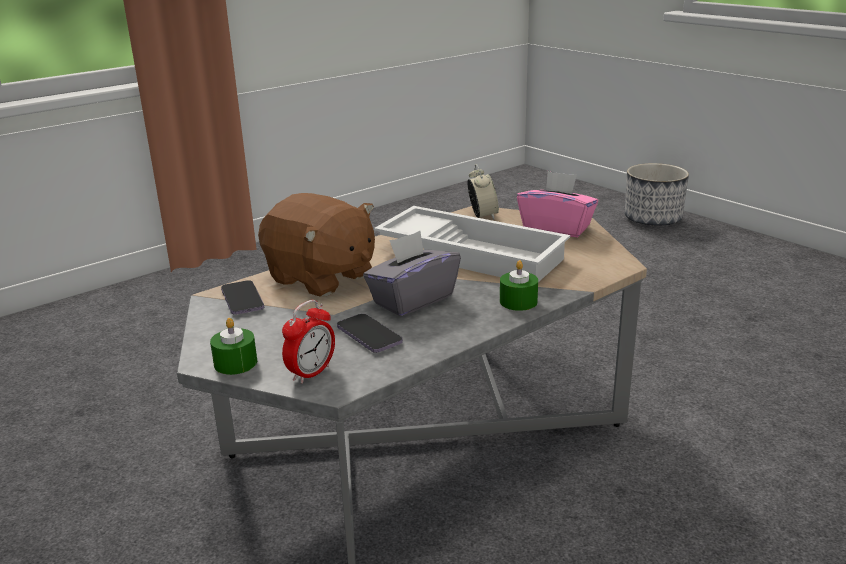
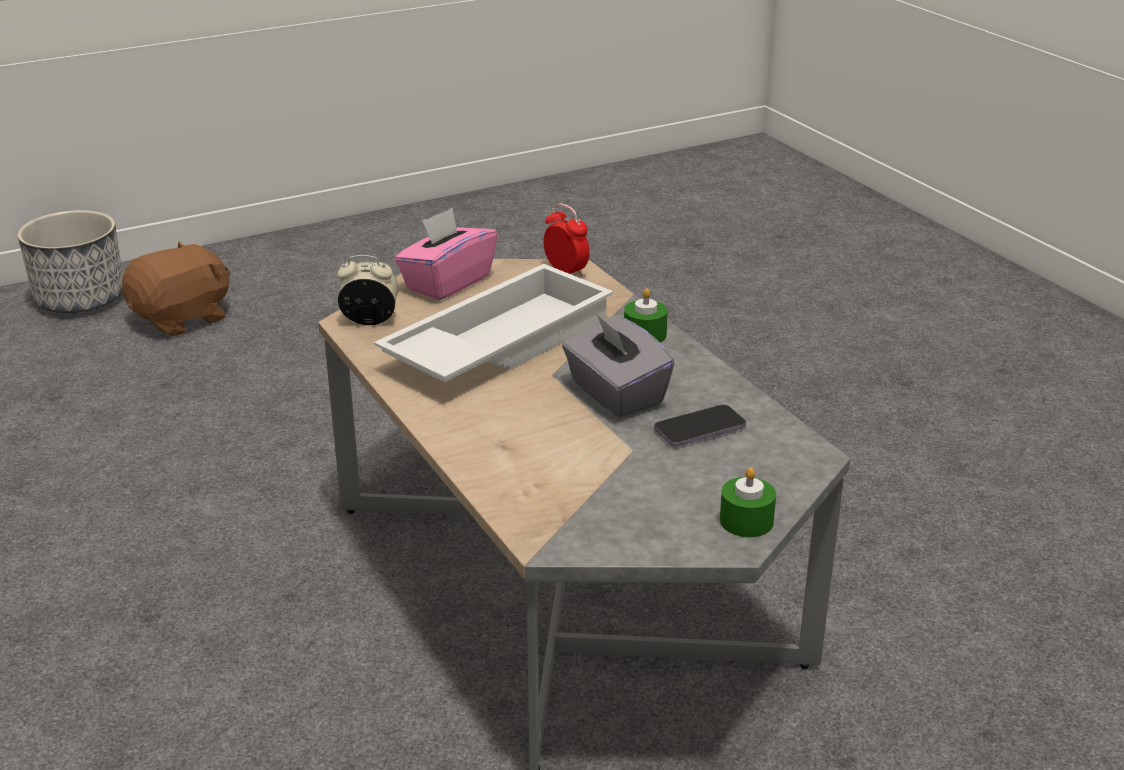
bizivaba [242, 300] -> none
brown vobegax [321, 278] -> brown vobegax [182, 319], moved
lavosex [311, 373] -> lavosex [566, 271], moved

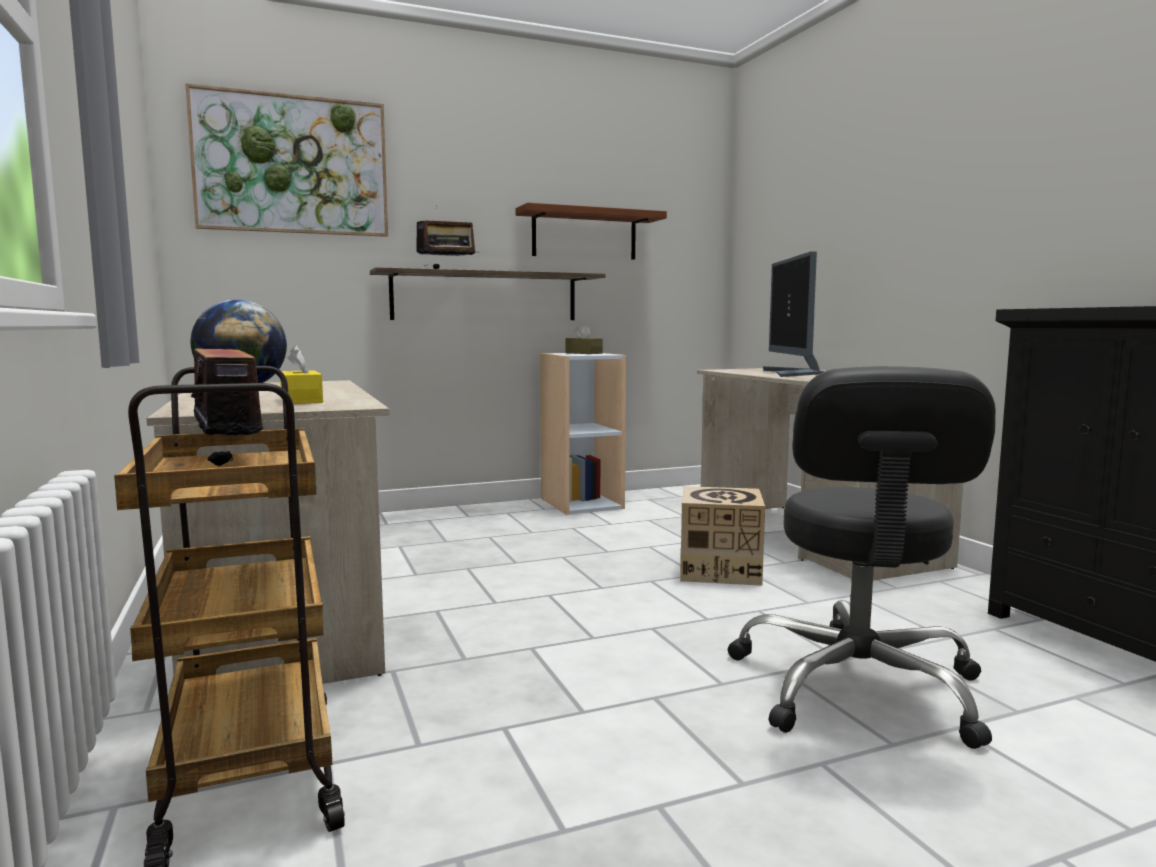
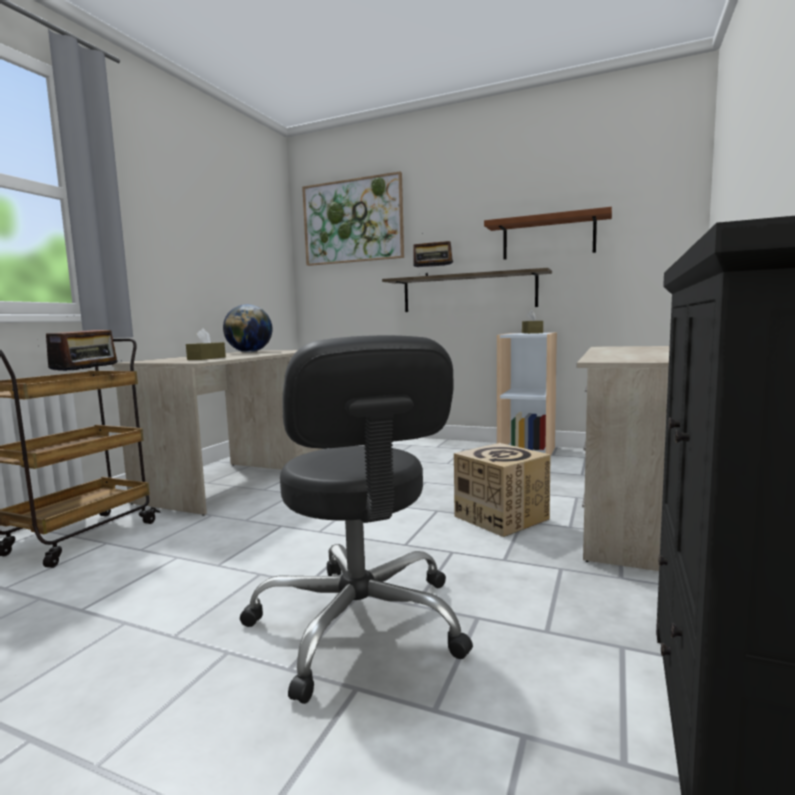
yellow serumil [301, 400] -> brown serumil [206, 358]
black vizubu [858, 693] -> black vizubu [361, 629], 75 degrees counterclockwise
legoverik [792, 373] -> none

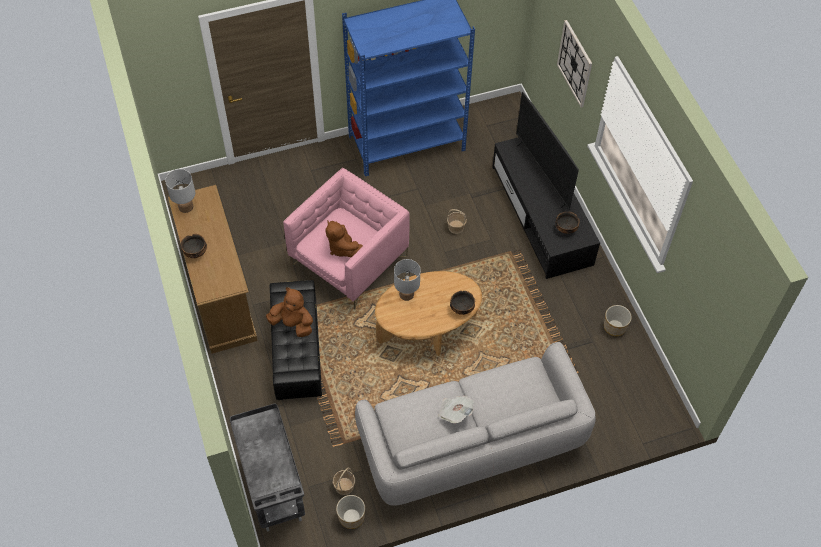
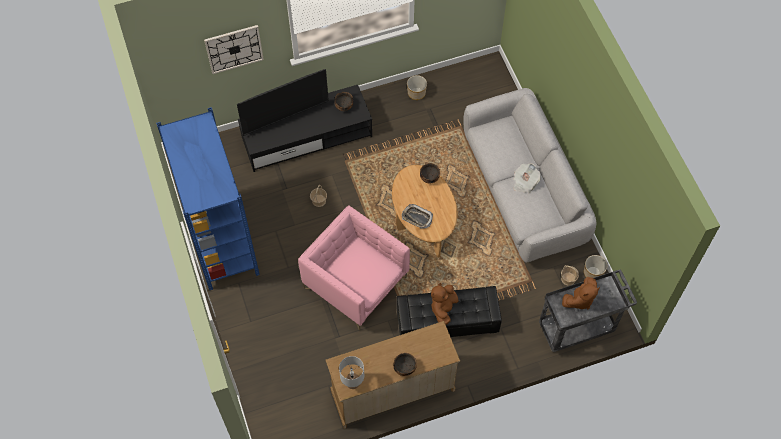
brown vobegax [342, 248] -> brown vobegax [580, 300], moved
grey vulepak [406, 294] -> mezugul [417, 217]

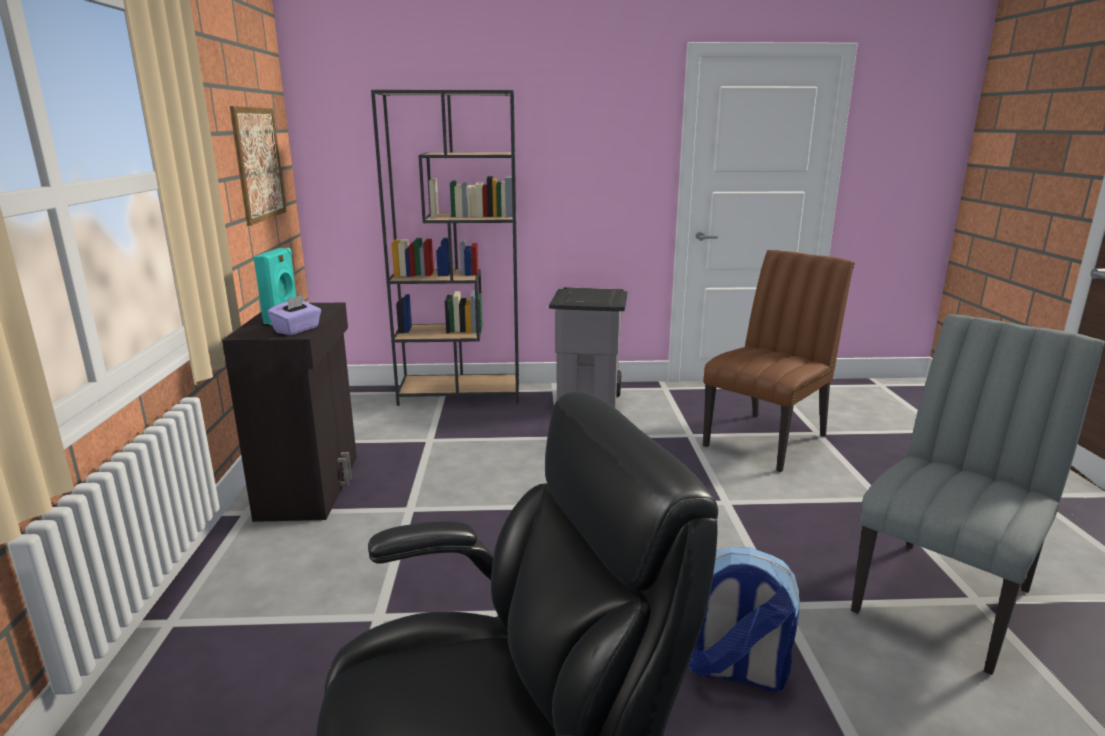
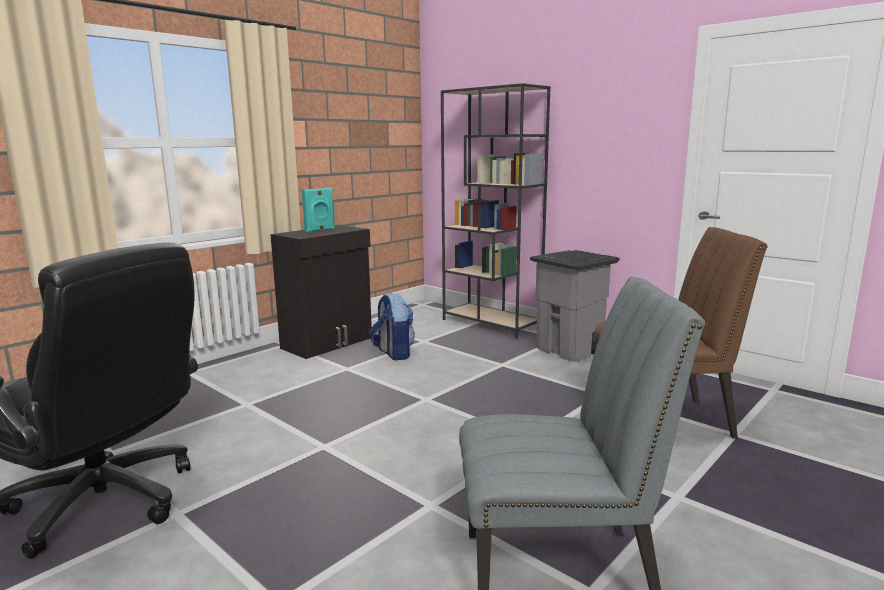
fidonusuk [258, 162] -> none
purple serumil [297, 330] -> none
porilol [734, 670] -> porilol [393, 353], moved

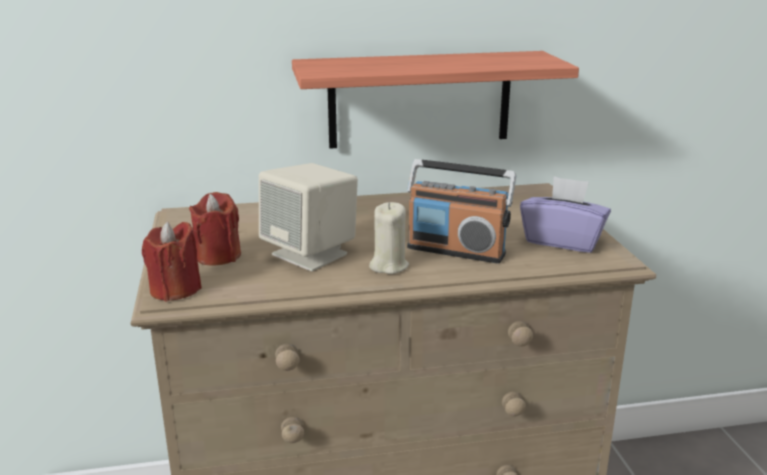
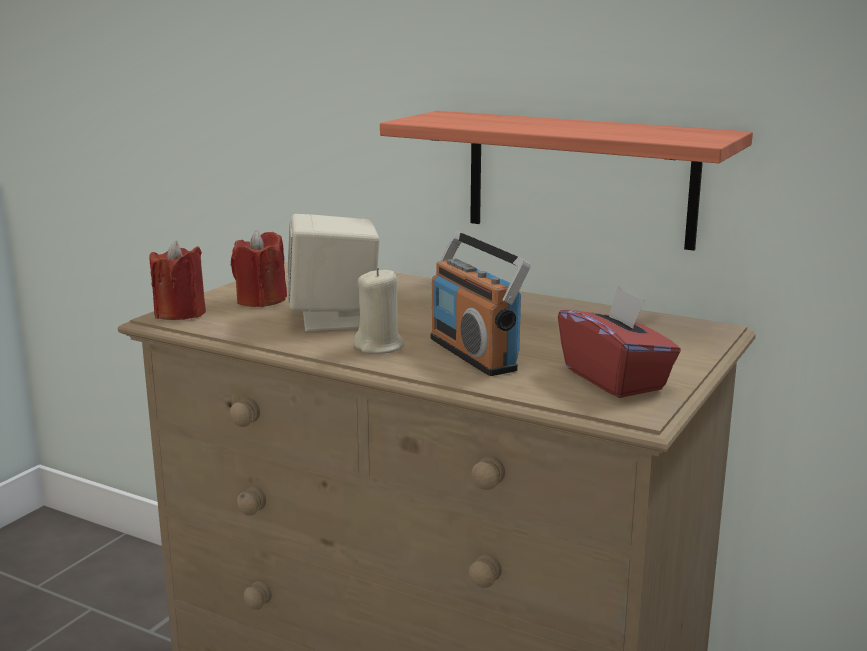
purple serumil [562, 241] -> red serumil [615, 379]

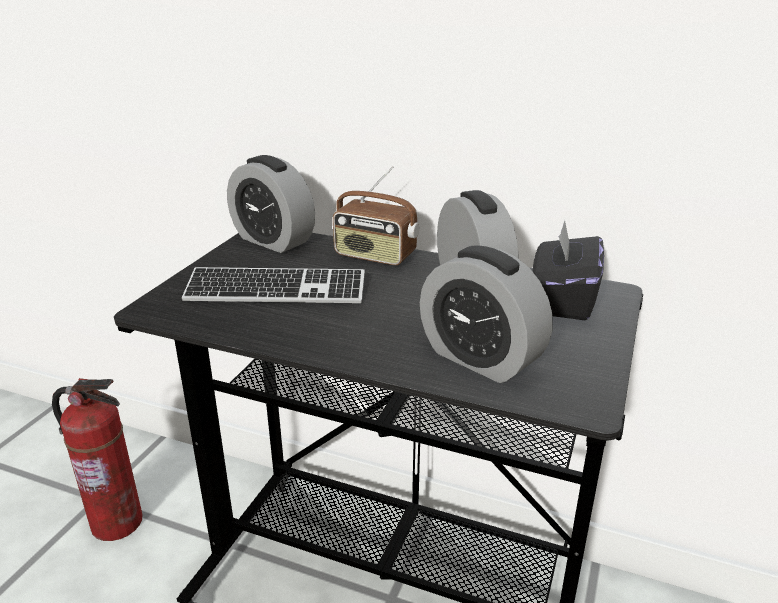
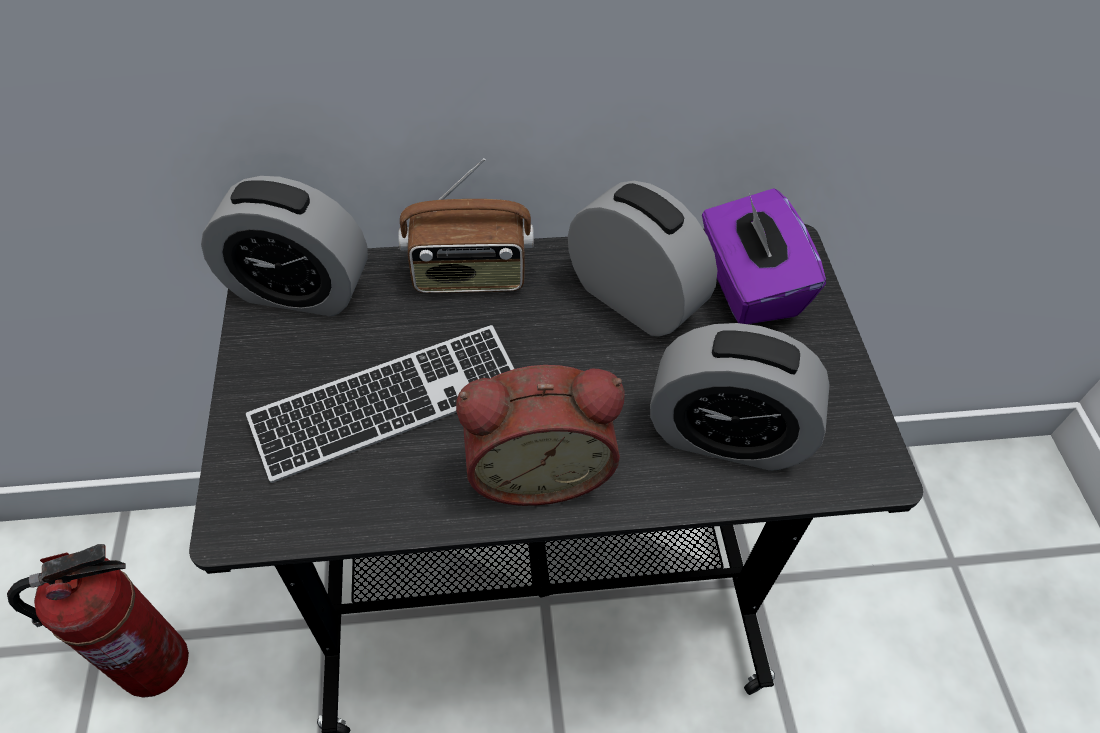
black serumil [562, 300] -> purple serumil [748, 285]
none -> lavosex [537, 467]

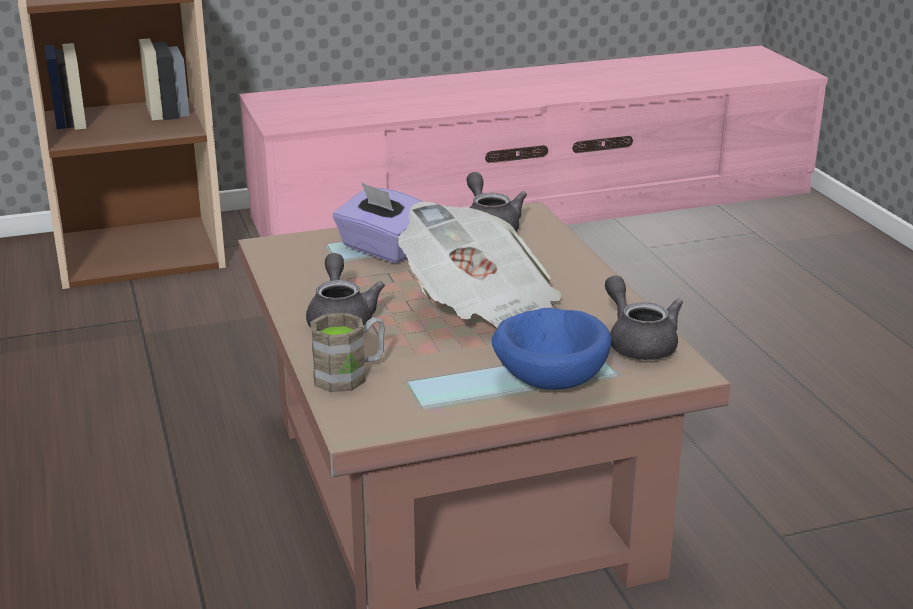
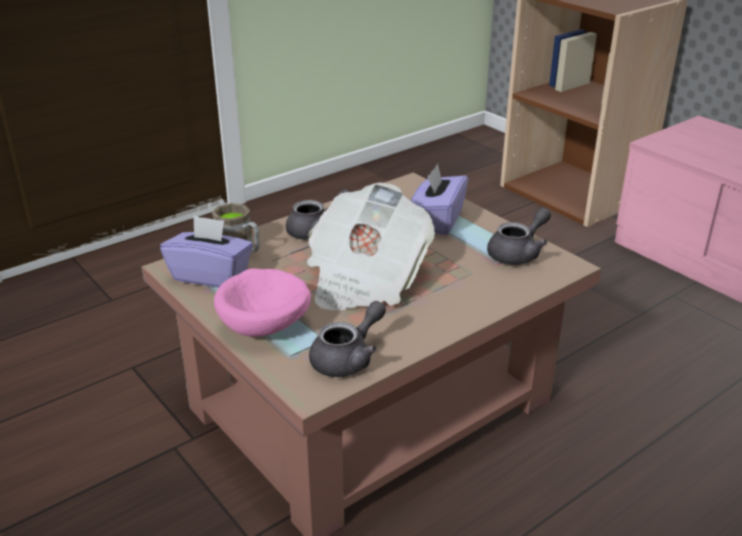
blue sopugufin [551, 378] -> pink sopugufin [267, 326]
none -> purple serumil [211, 275]

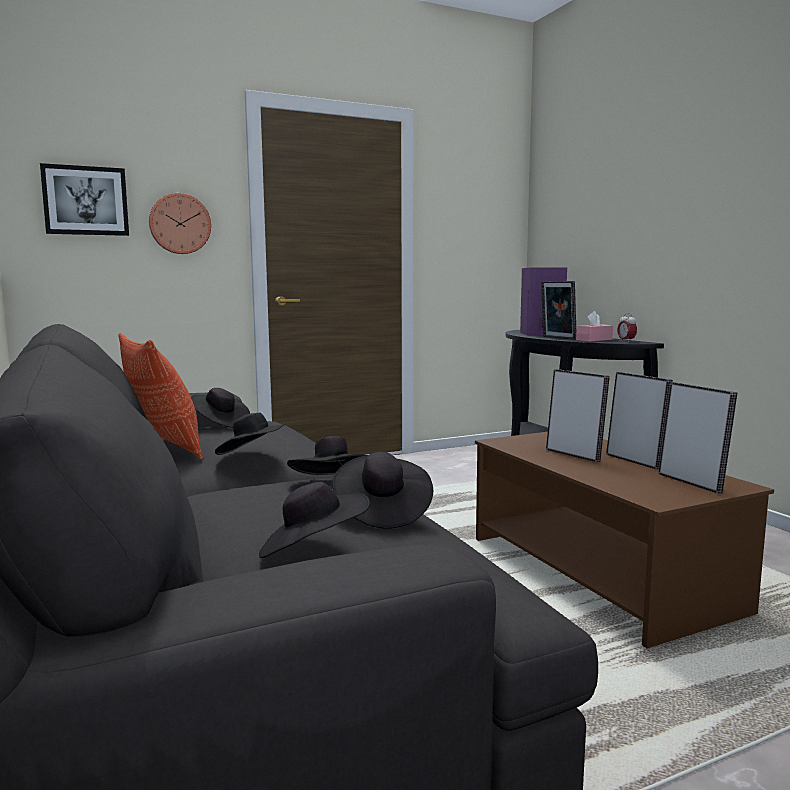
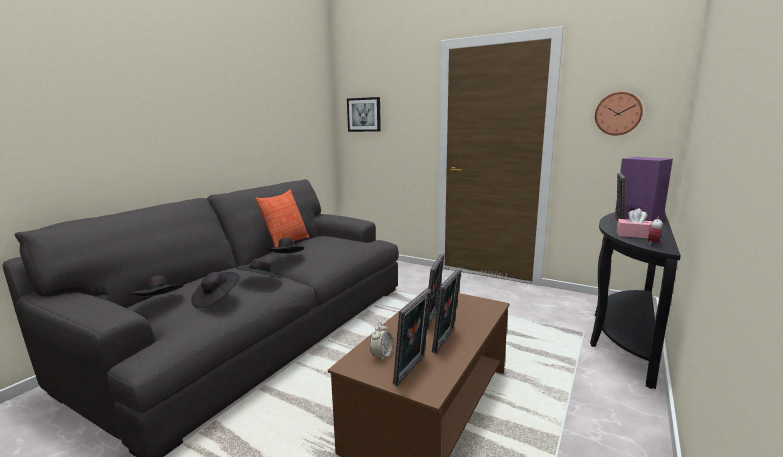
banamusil [179, 224] -> banamusil [618, 113], moved
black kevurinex [220, 425] -> none
none -> lavosex [381, 355]

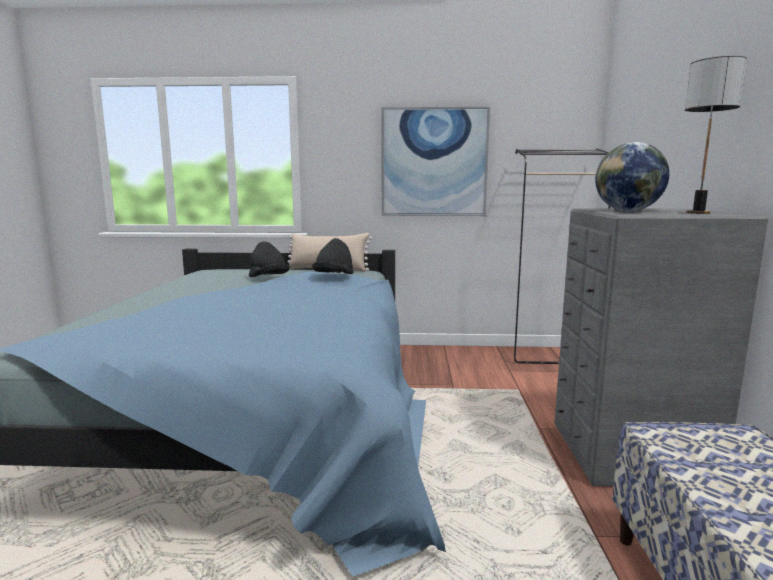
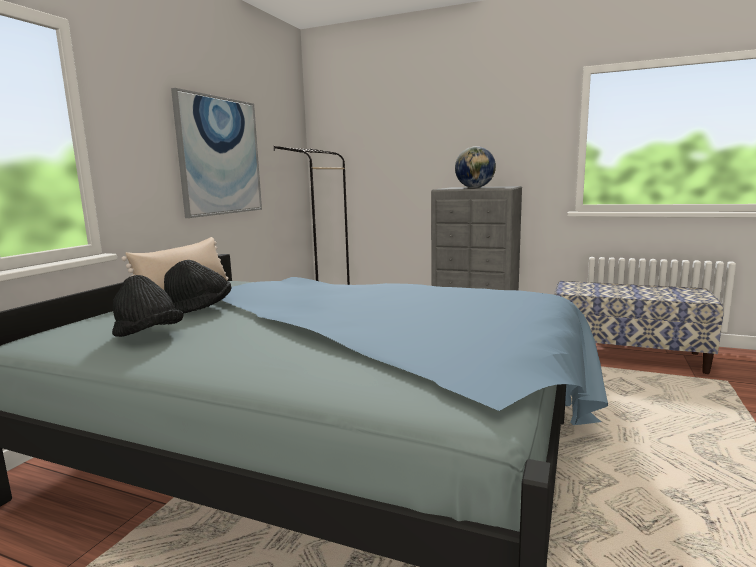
black kevurinex [334, 276] -> black kevurinex [148, 336], moved
vulepak [697, 213] -> none

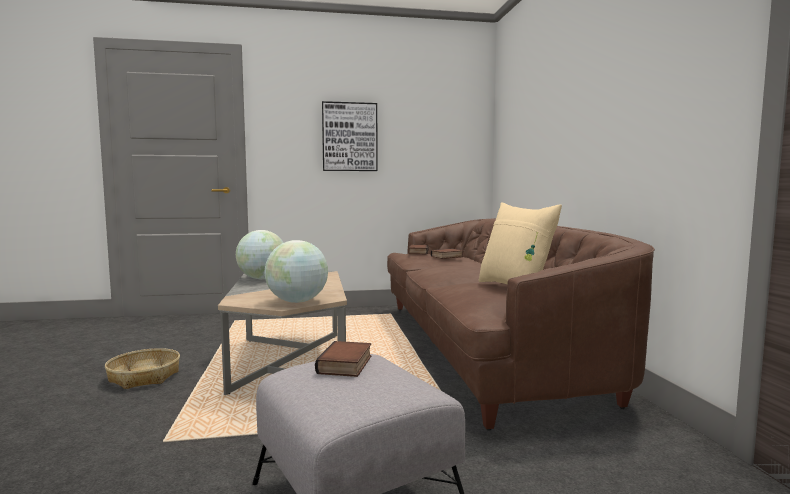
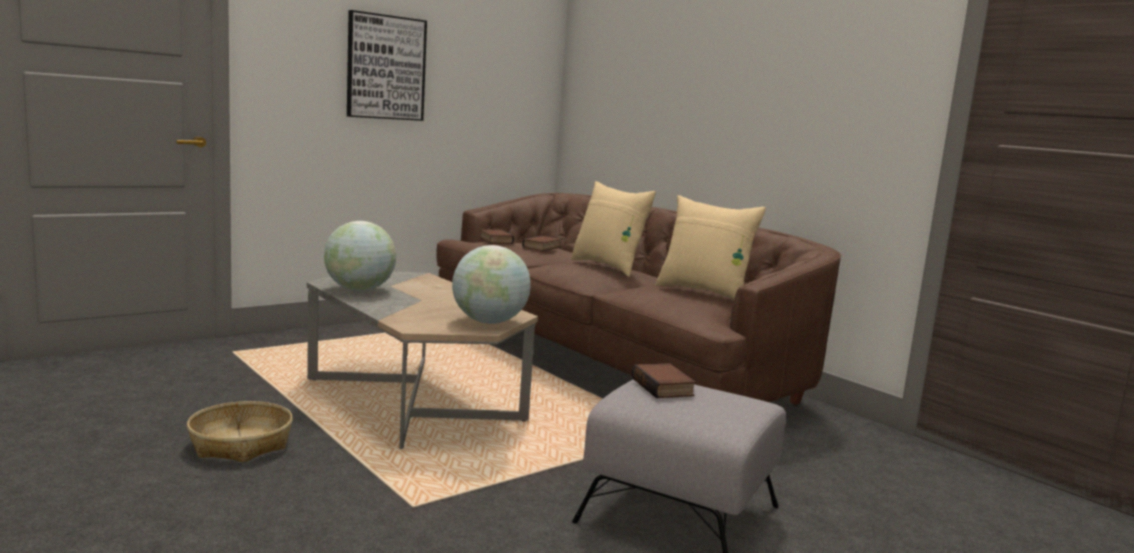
none -> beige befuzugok [607, 267]

